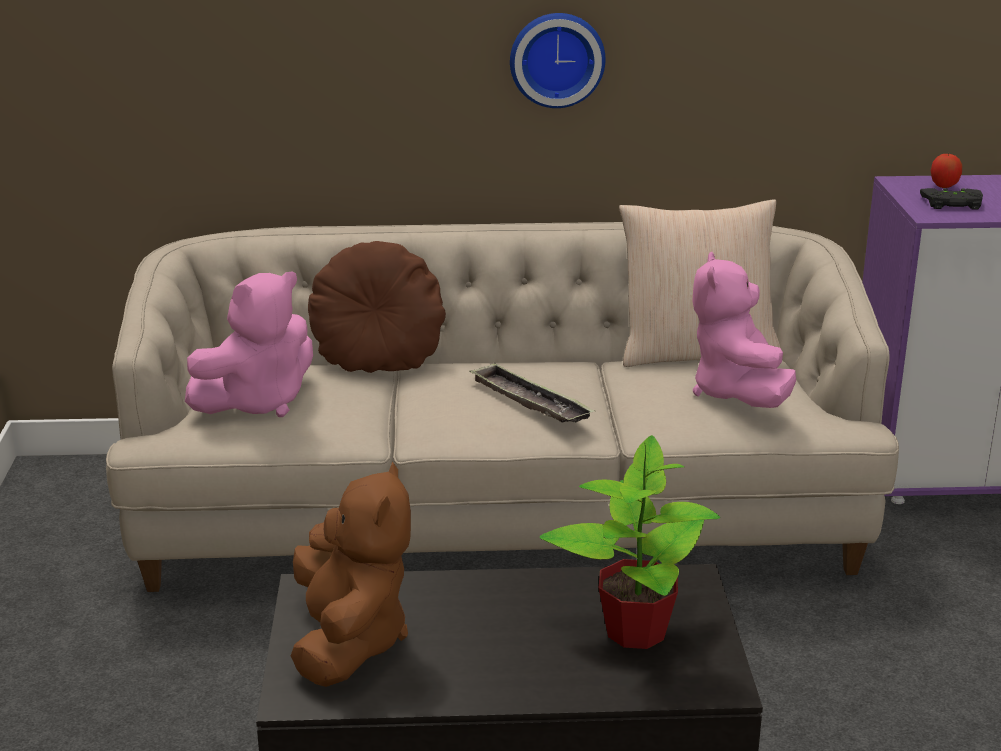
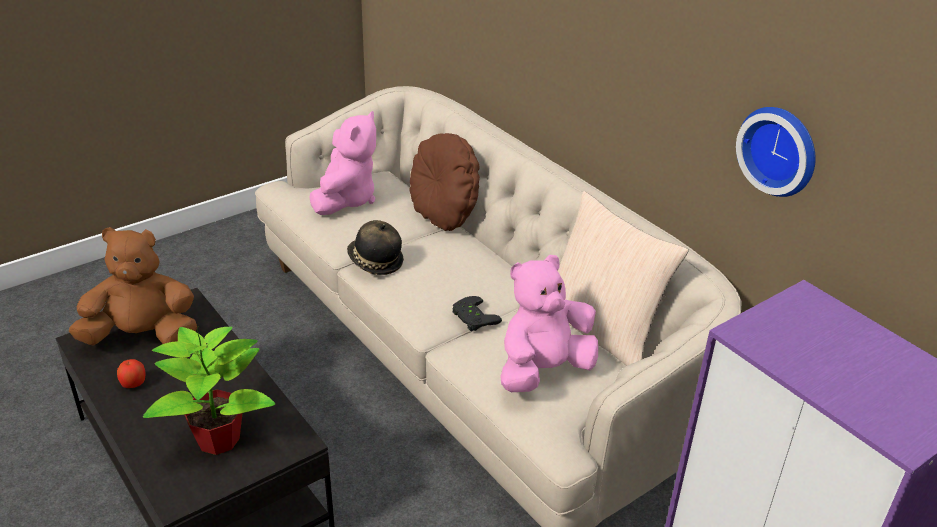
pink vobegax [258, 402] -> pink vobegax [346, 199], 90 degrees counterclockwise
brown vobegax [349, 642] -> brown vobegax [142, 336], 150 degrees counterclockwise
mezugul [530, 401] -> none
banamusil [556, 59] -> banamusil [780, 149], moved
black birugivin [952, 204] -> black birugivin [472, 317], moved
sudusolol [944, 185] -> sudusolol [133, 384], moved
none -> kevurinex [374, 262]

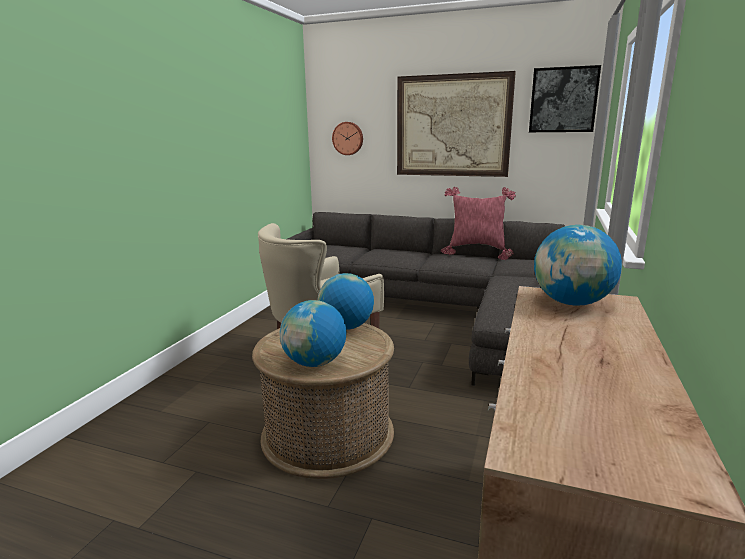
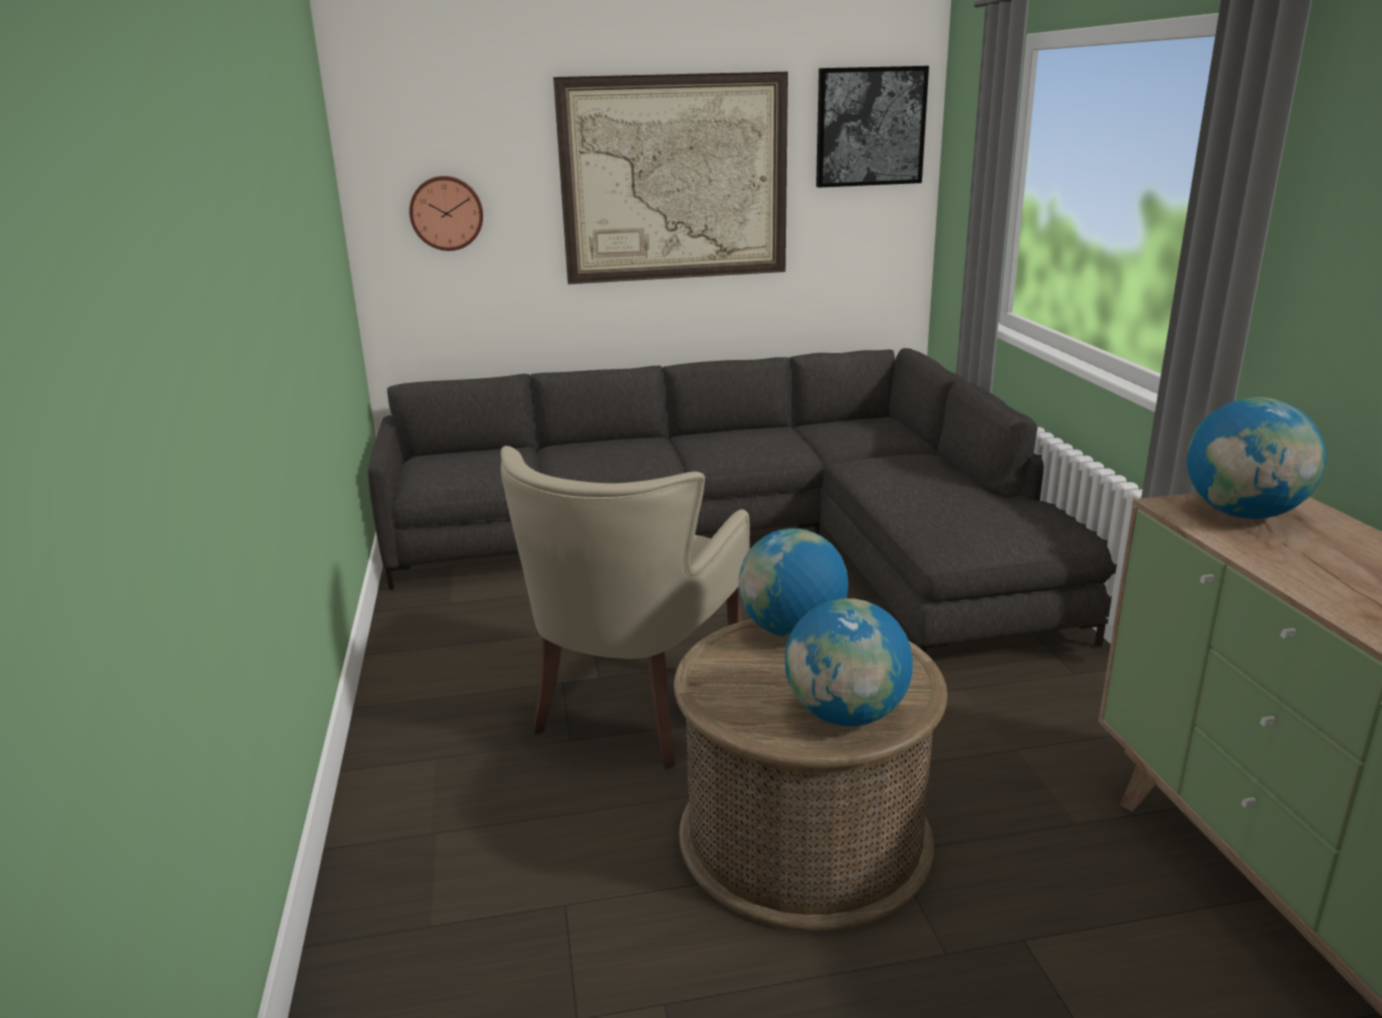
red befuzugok [476, 255] -> none

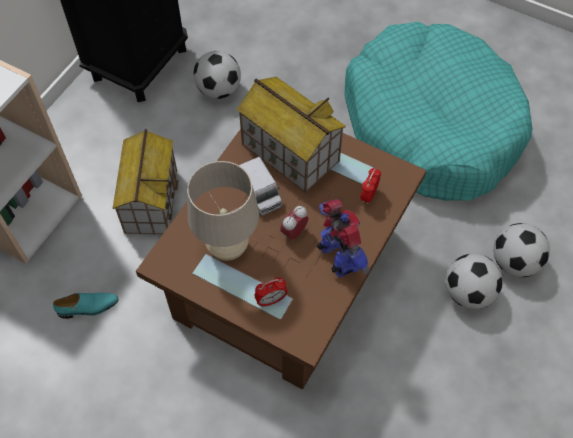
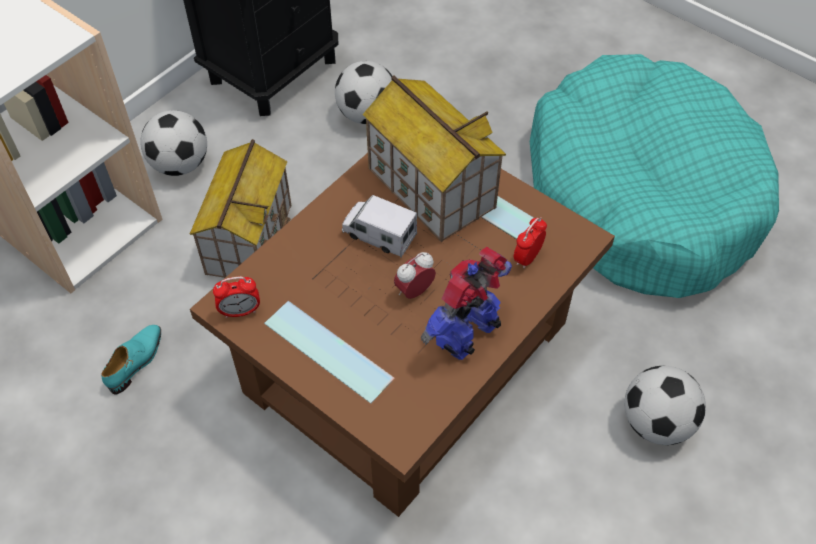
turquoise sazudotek [88, 307] -> turquoise sazudotek [136, 361], 60 degrees counterclockwise
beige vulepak [227, 248] -> none
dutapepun [260, 194] -> dutapepun [379, 234], 135 degrees clockwise
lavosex [271, 300] -> lavosex [240, 311], moved
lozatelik [338, 258] -> lozatelik [469, 334], 120 degrees counterclockwise
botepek [514, 262] -> botepek [180, 164], moved

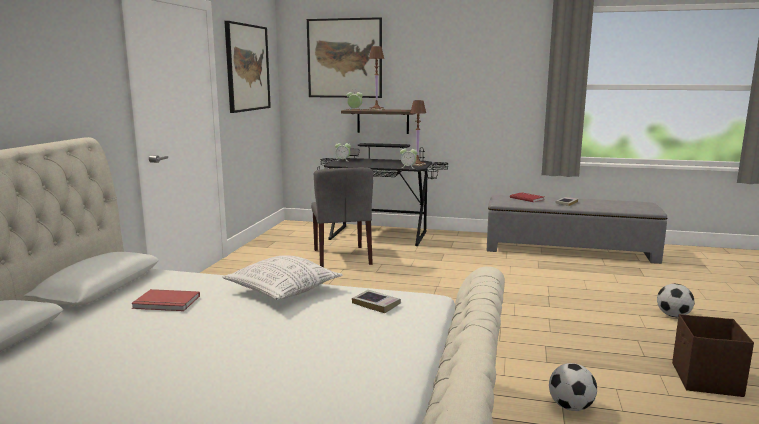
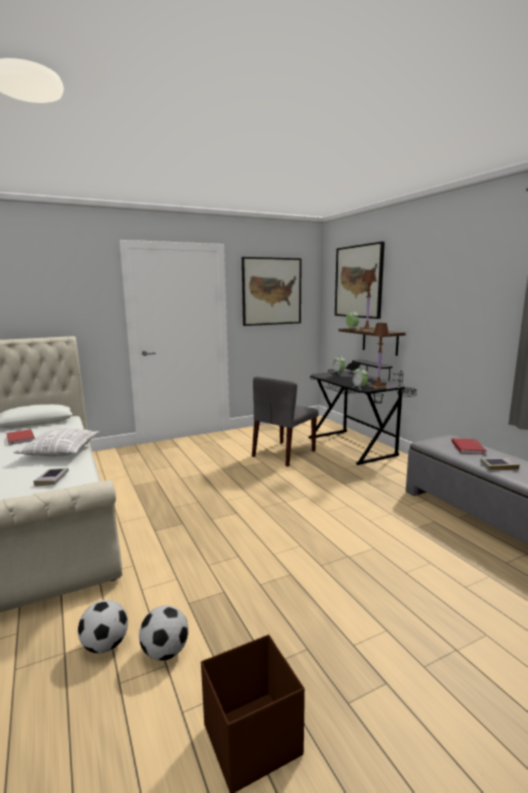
botepek [673, 315] -> botepek [165, 652], moved

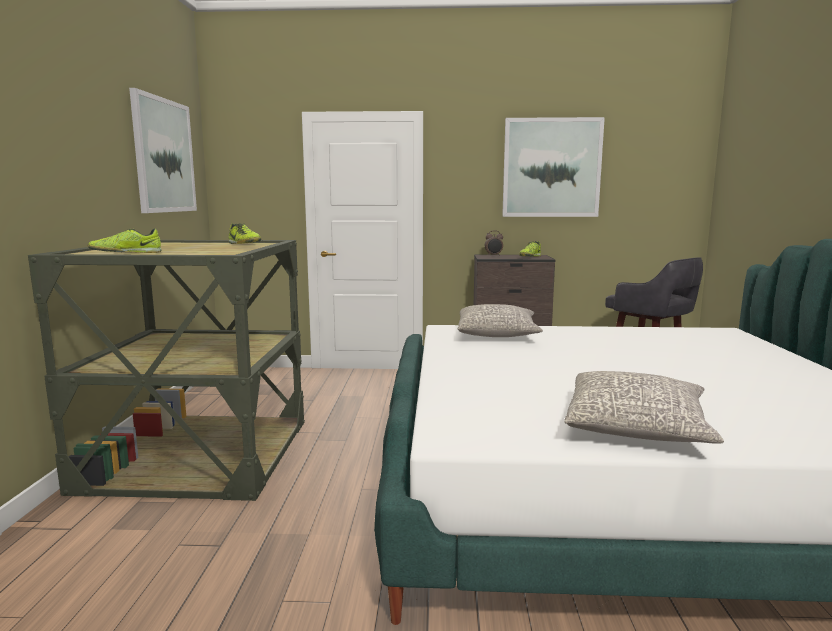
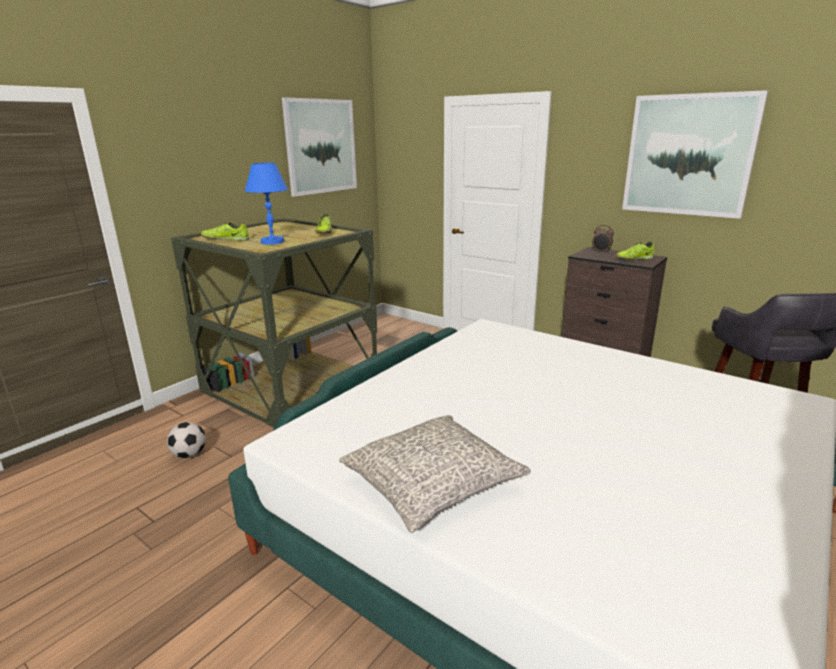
grey befuzugok [497, 334] -> none
none -> botepek [189, 454]
none -> blue vulepak [272, 242]

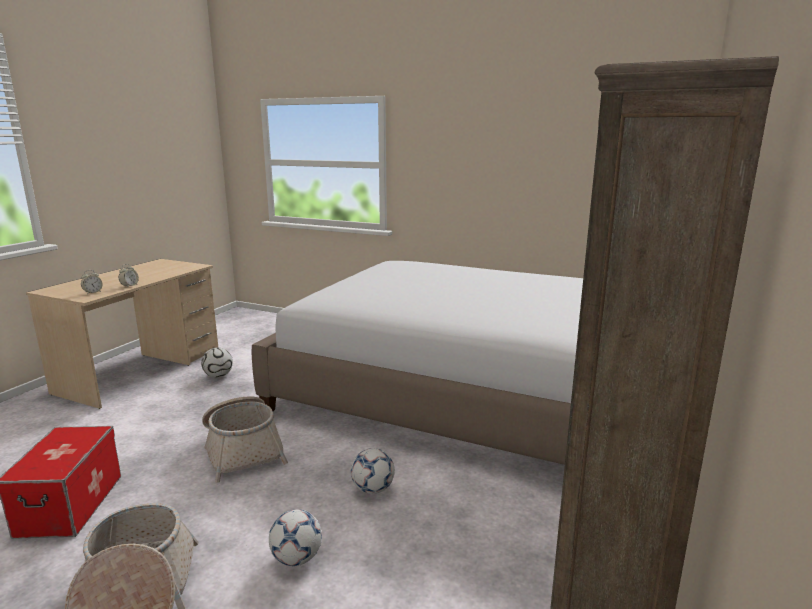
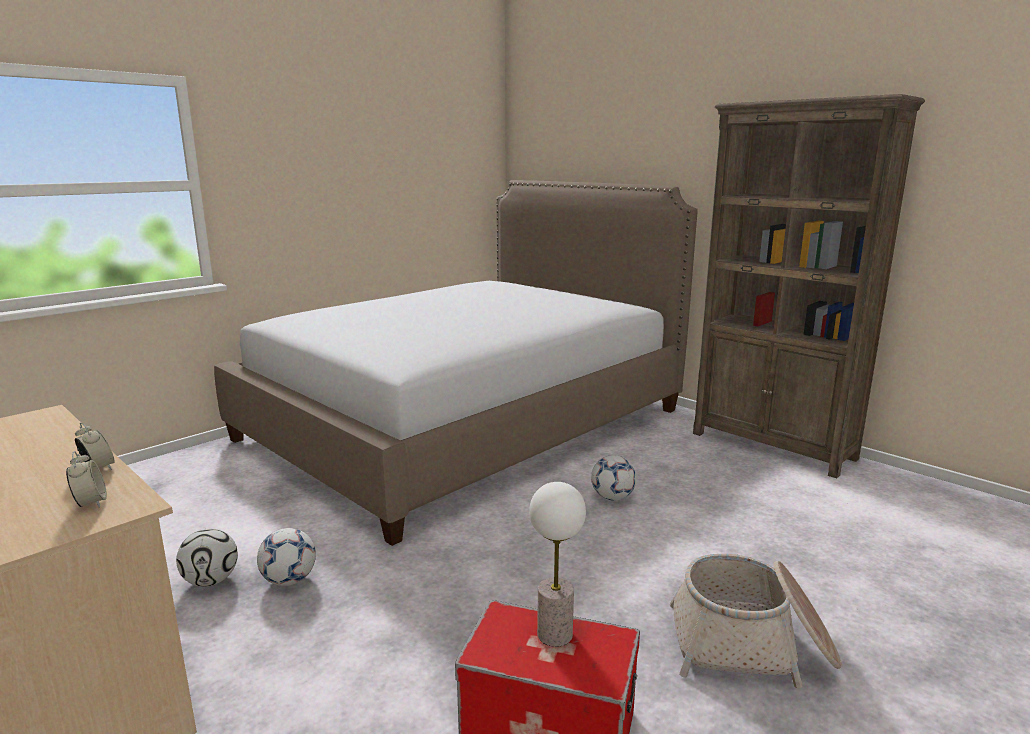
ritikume [243, 450] -> none
botepek [297, 558] -> botepek [289, 580], moved
none -> vulepak [555, 634]

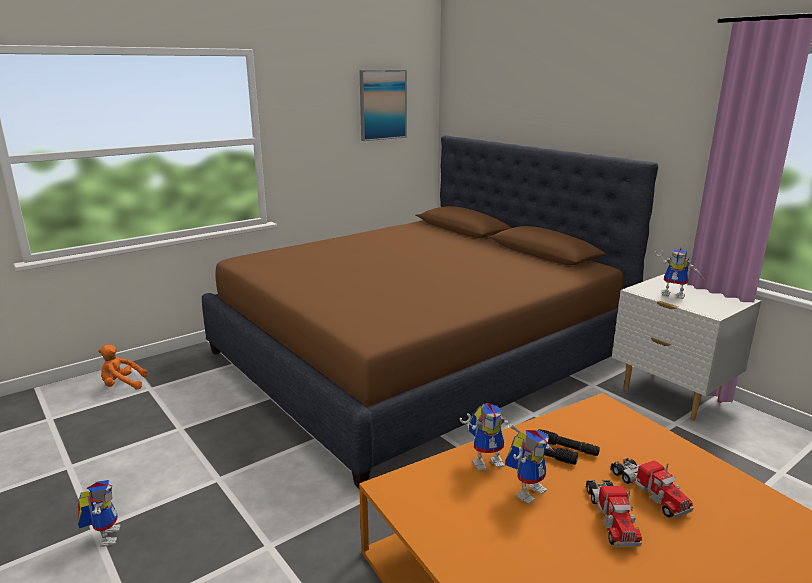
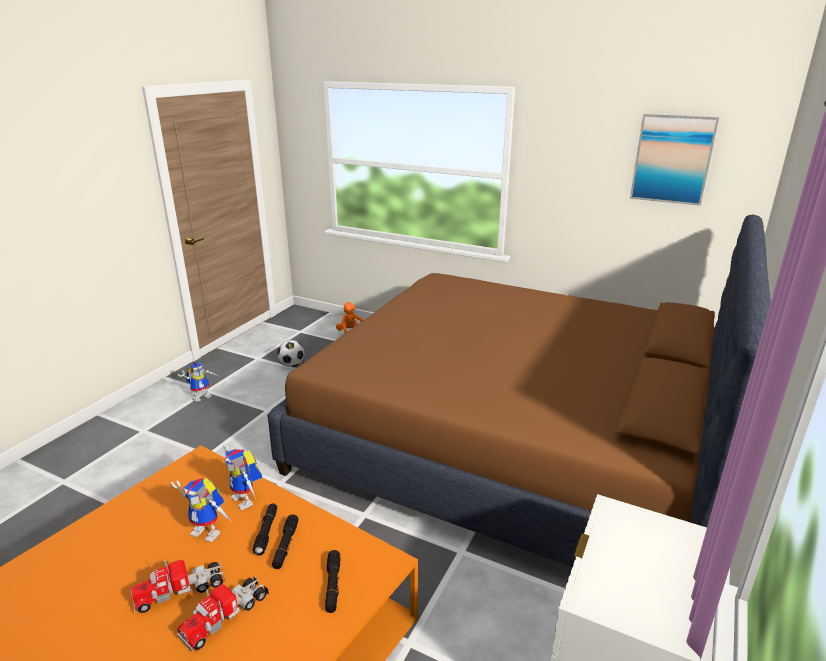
lozatelik [675, 295] -> none
none -> botepek [292, 365]
none -> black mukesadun [332, 585]

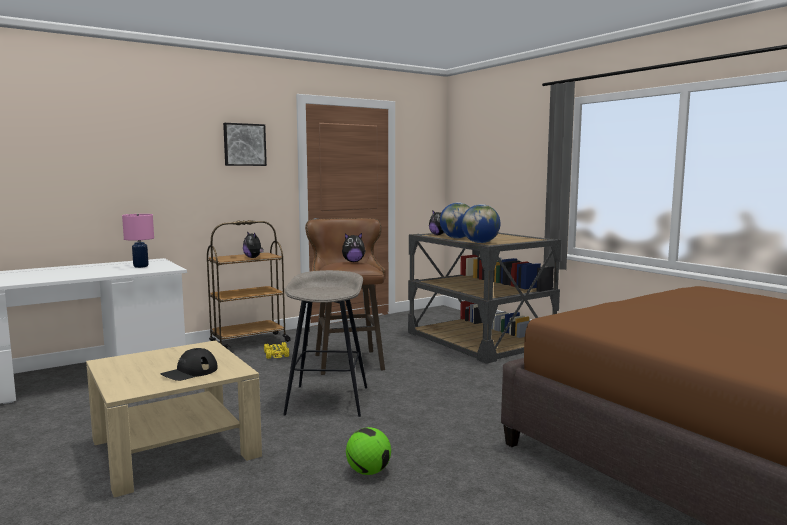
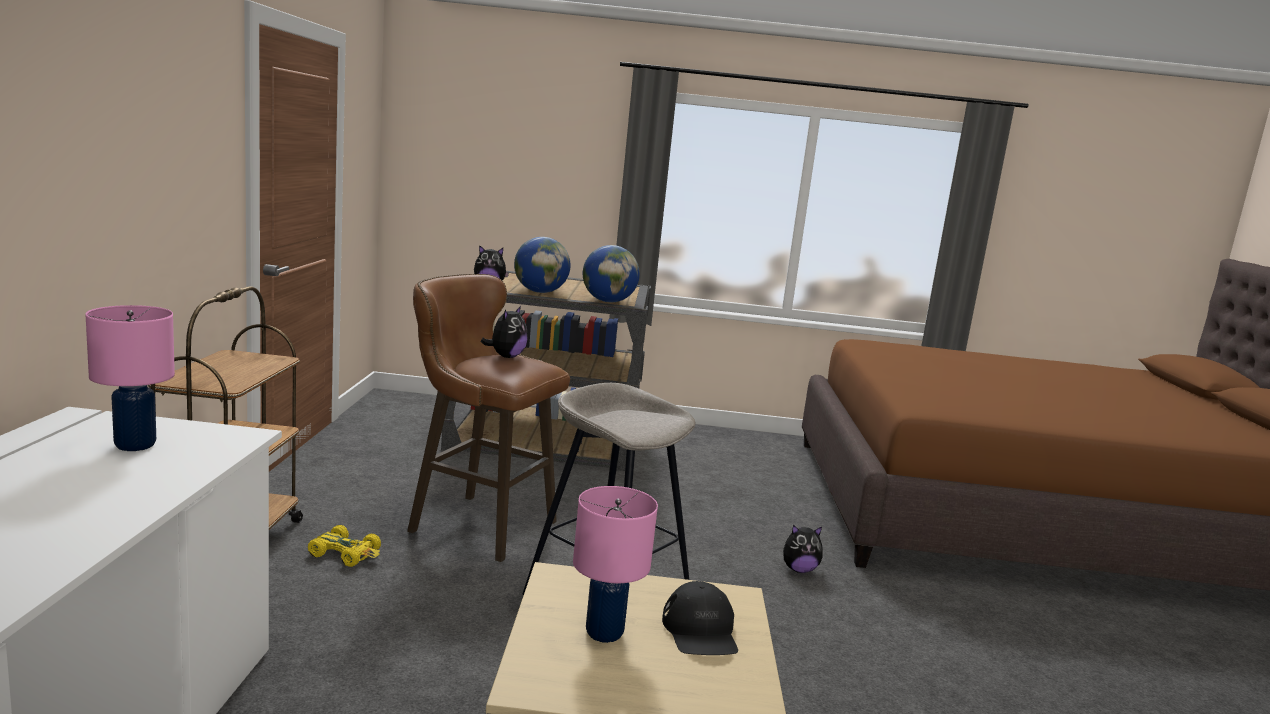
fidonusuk [244, 144] -> none
vobegax [253, 257] -> vobegax [799, 569], moved
botepek [368, 471] -> none
none -> pink vulepak [606, 633]

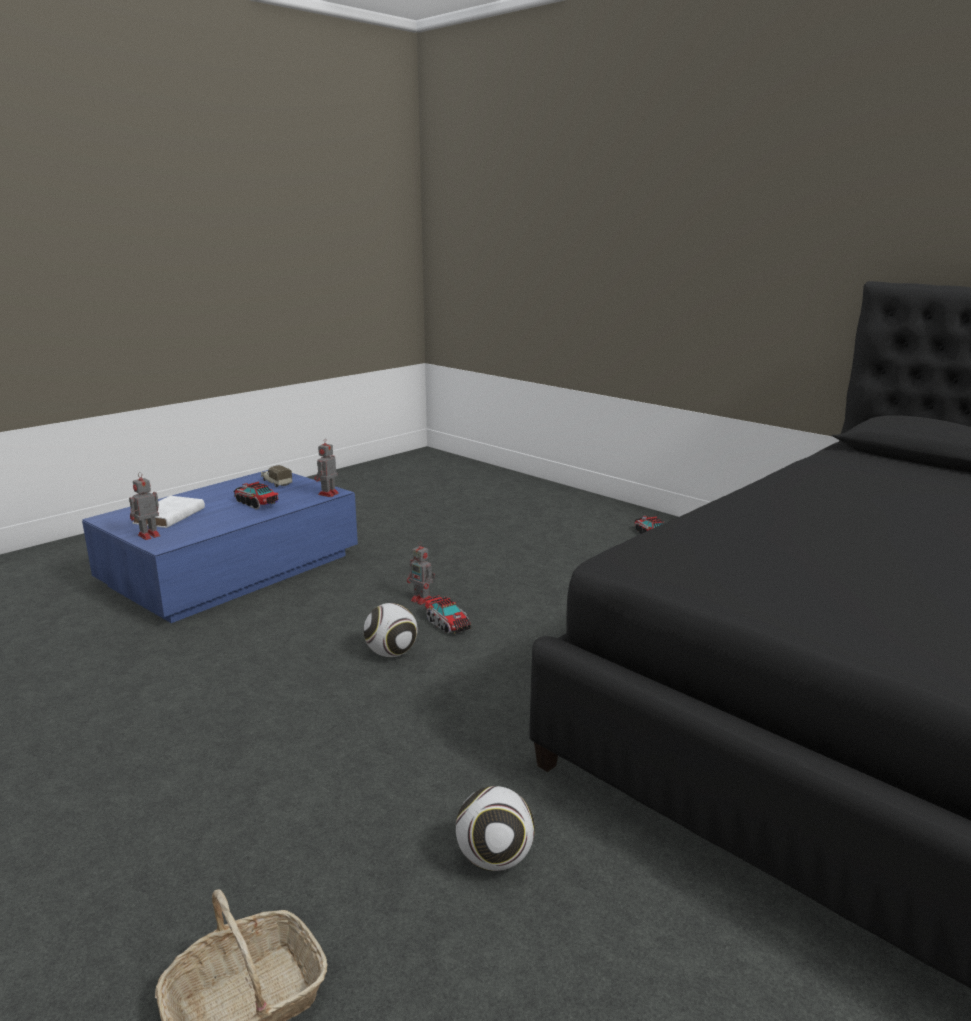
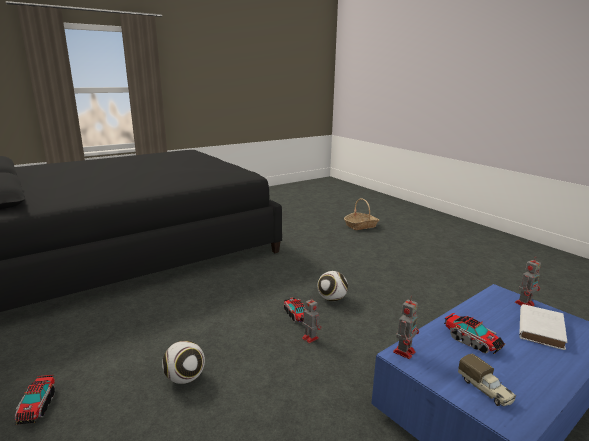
botepek [495, 859] -> botepek [185, 378], moved

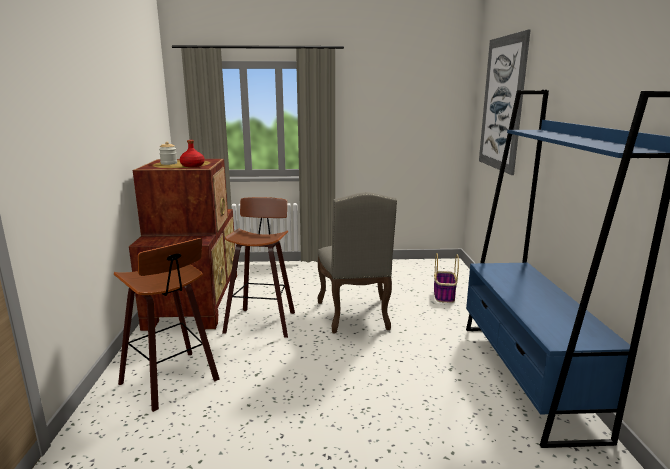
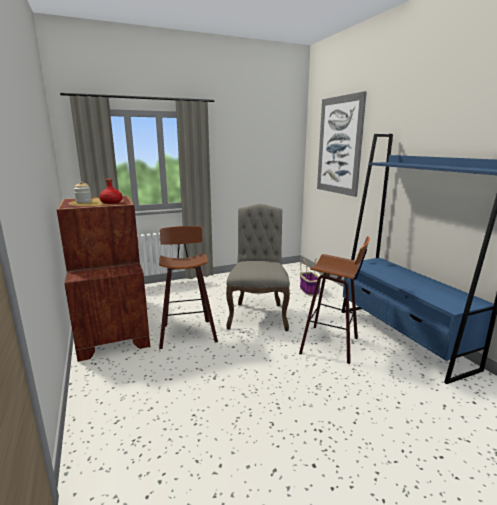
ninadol [173, 381] -> ninadol [332, 344], moved
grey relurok [355, 316] -> grey relurok [258, 315], 150 degrees counterclockwise

